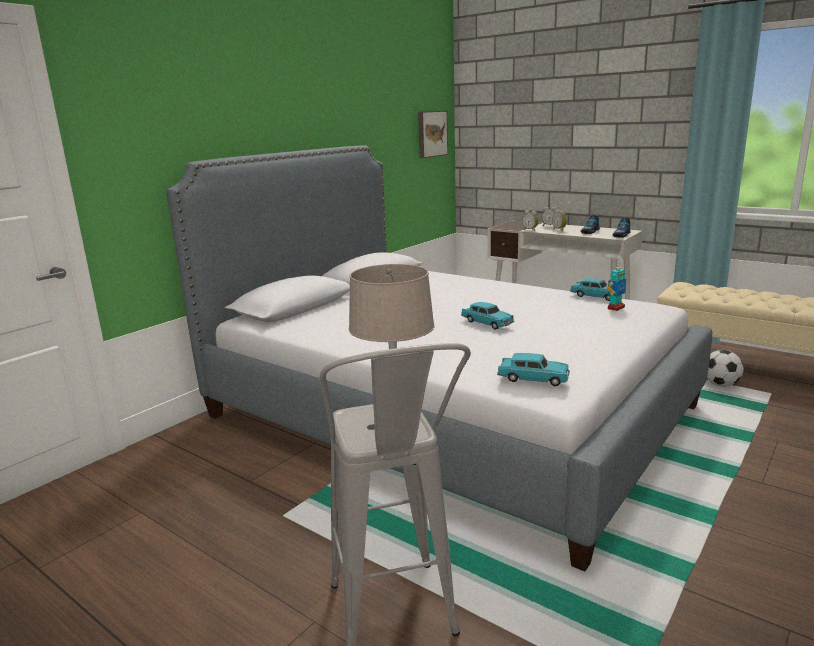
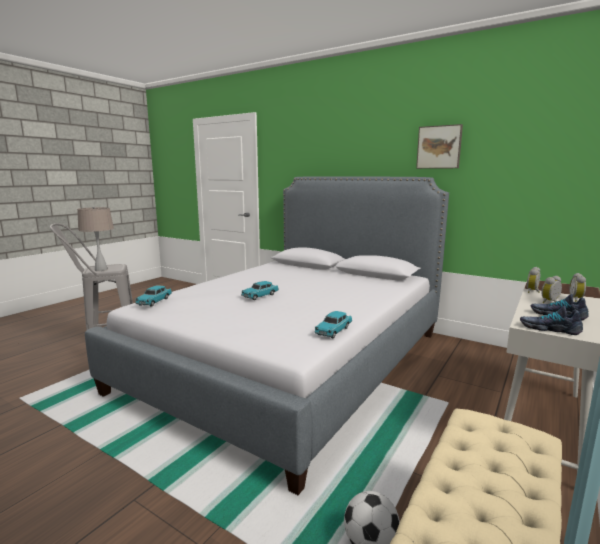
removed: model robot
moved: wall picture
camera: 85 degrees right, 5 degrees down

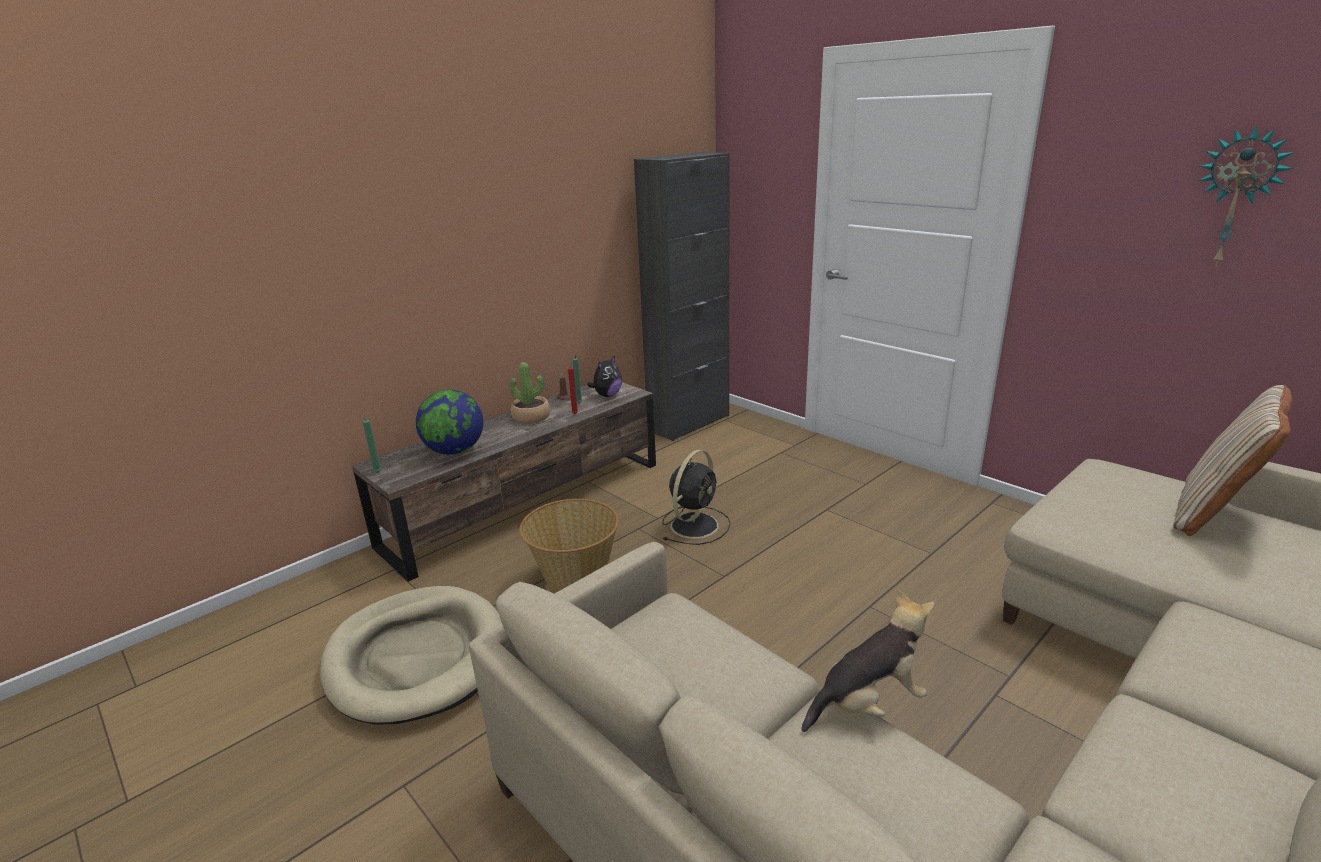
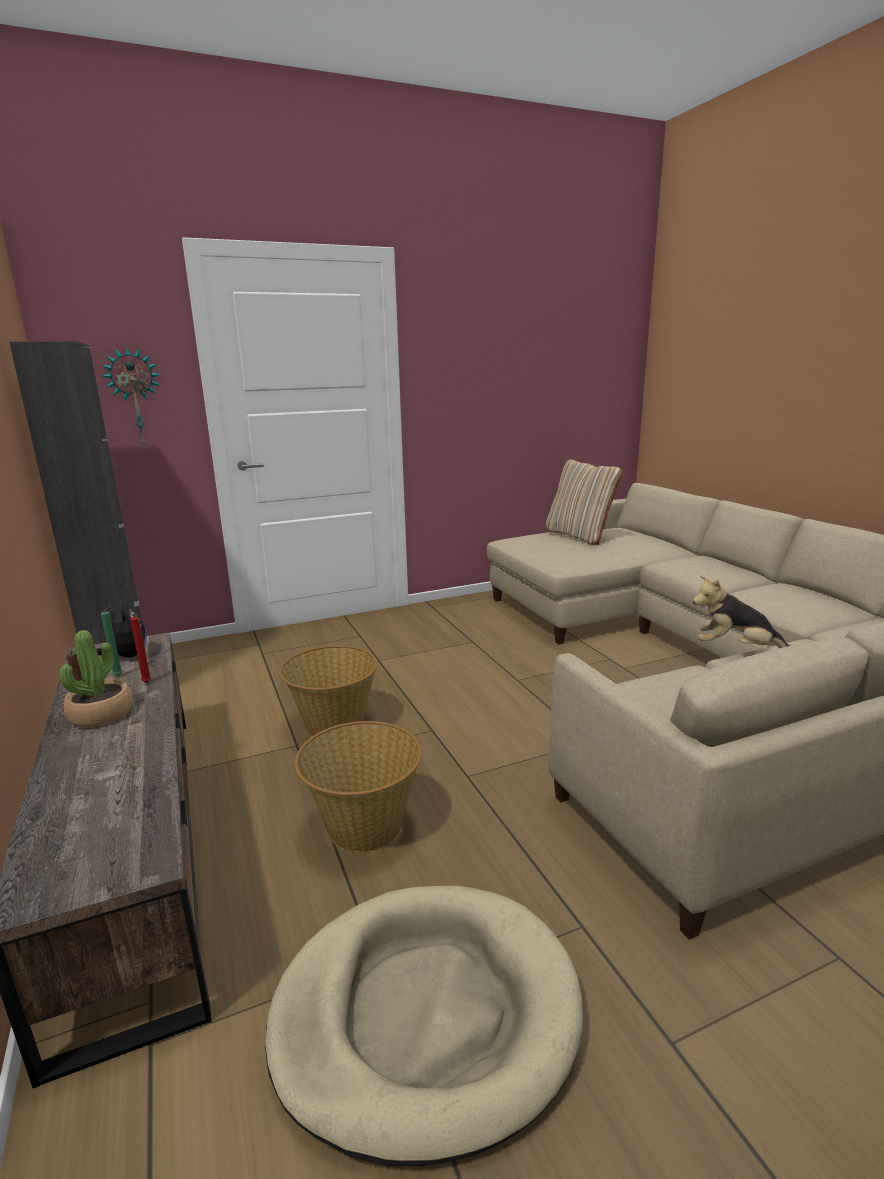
removed: world globe; green-coloured candle (1st from left)
moved: hanging clock
replaced: black fan to storage basket (1st from left)
turned: soft toy (2nd from left) 75 degrees counterclockwise
camera: 70 degrees left, 5 degrees down

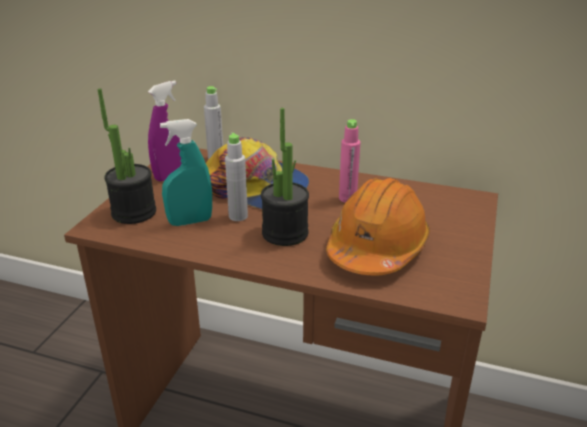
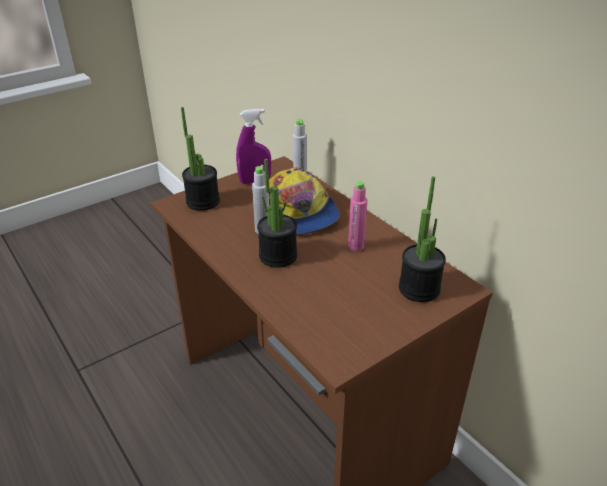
removed: blue-green spray bottle; orange-coloured hard hat
added: potted plant (3rd from left)
camera: 35 degrees right, 5 degrees up

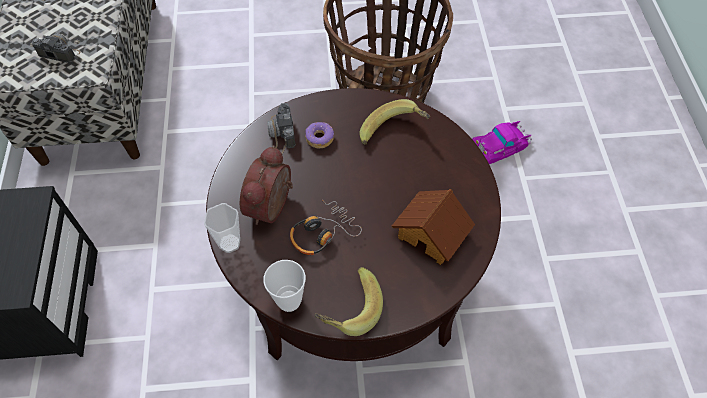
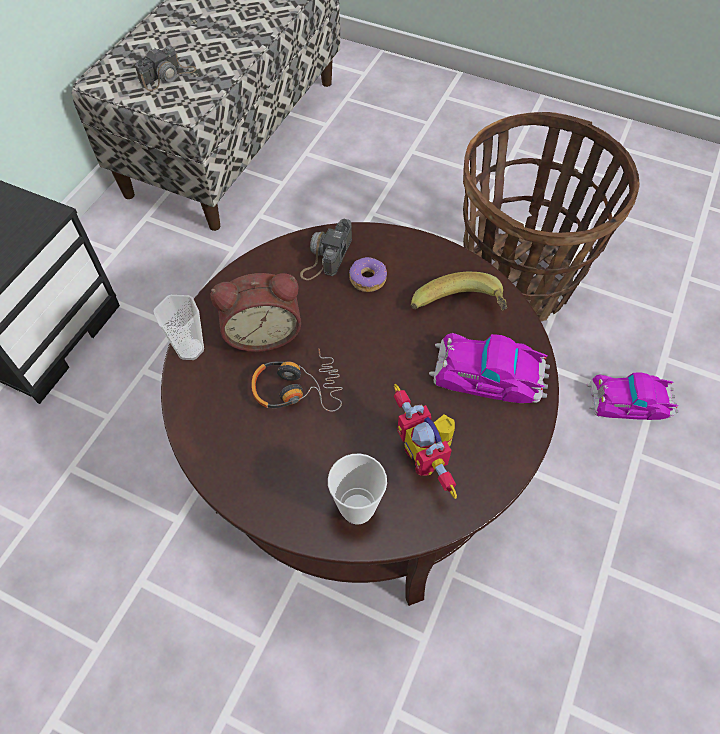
removed: banana fruit (1st from left)
added: miniature car (1st from left)
moved: cup (2nd from left)
replaced: miniature house to model robot
turned: photo camera (1st from left) 90 degrees clockwise; table clock 150 degrees counterclockwise
camera: 30 degrees right, 0 degrees up

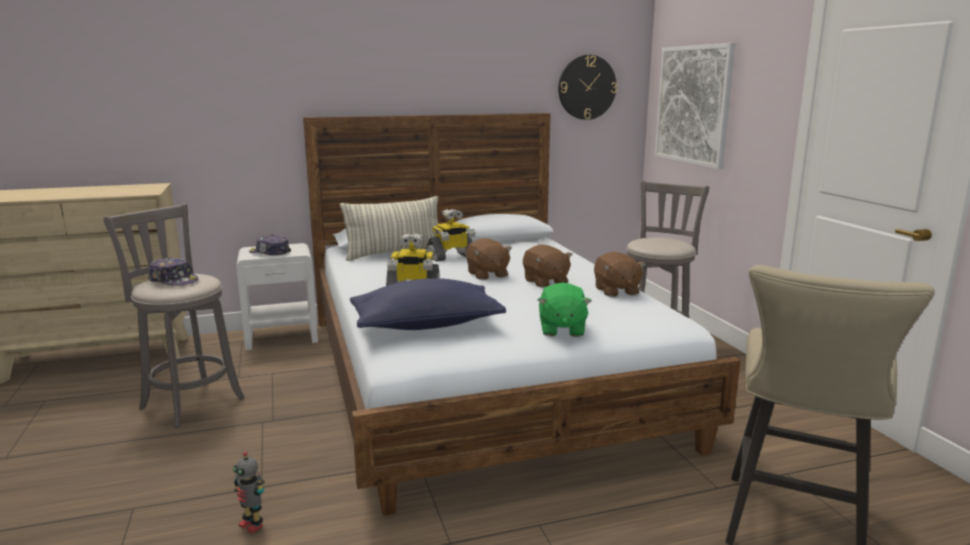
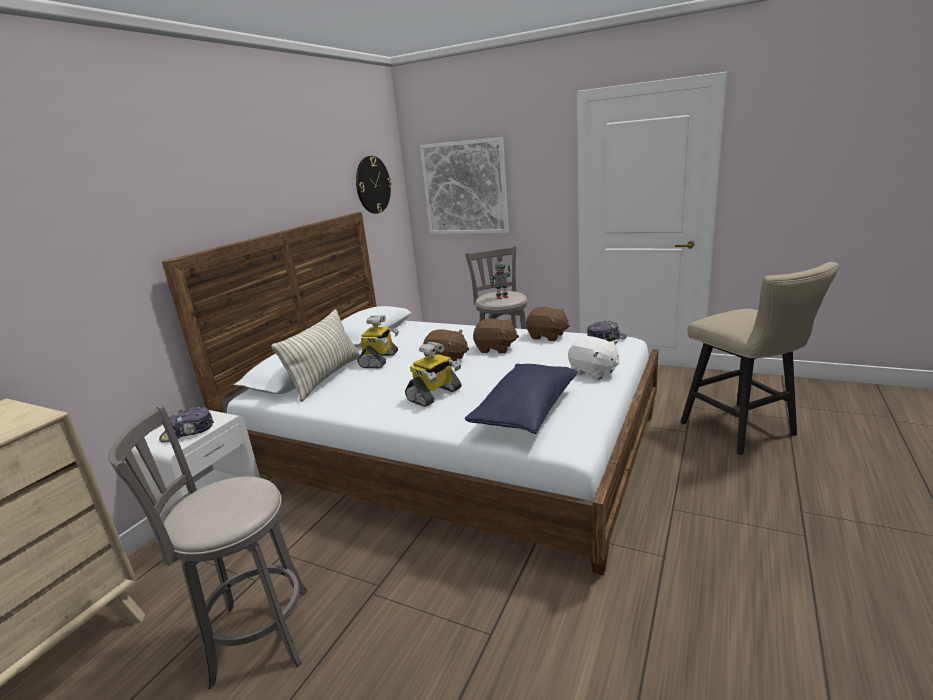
moved: peaked cap (1st from left in the first image) to peaked cap (2nd from left); model robot (1st from left in the first image) to model robot (3rd from left)
recoloured: green-coloured soft toy to white-coloured soft toy
camera: 45 degrees left, 5 degrees up

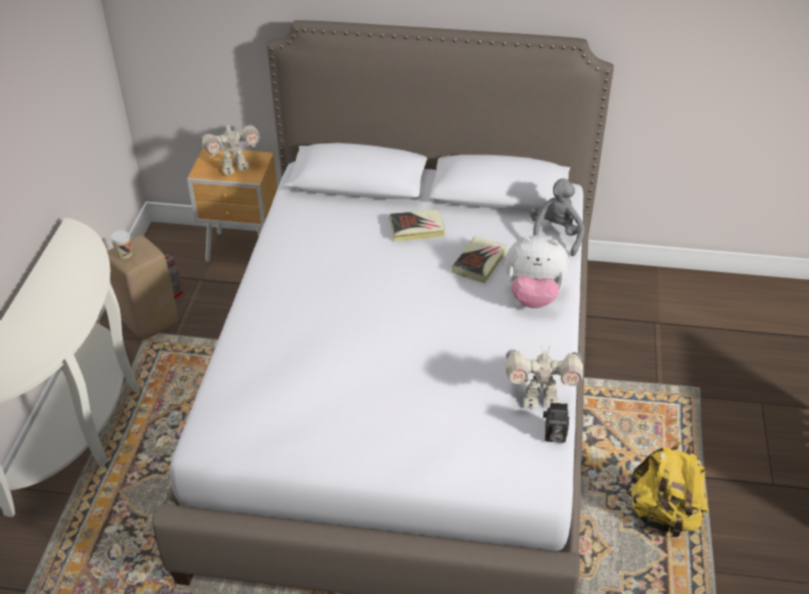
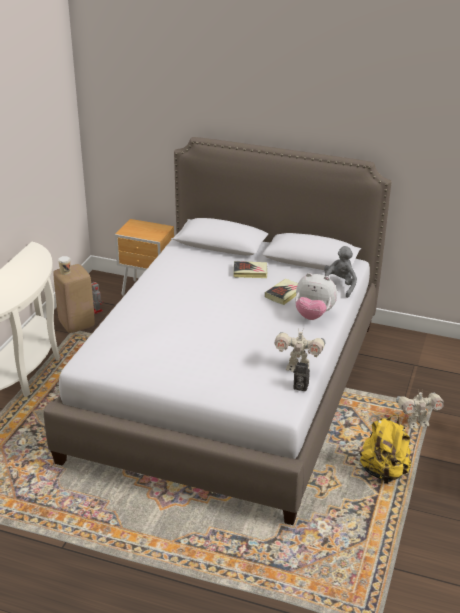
moved: model robot (2nd from left in the first image) to model robot (3rd from left)
camera: 10 degrees right, 10 degrees down

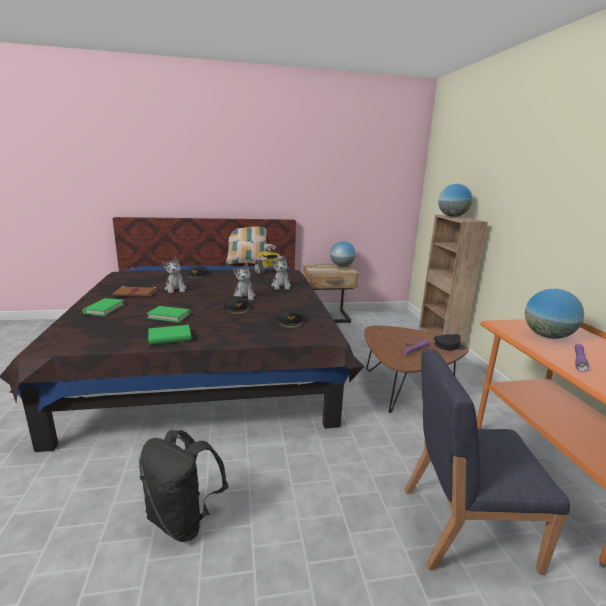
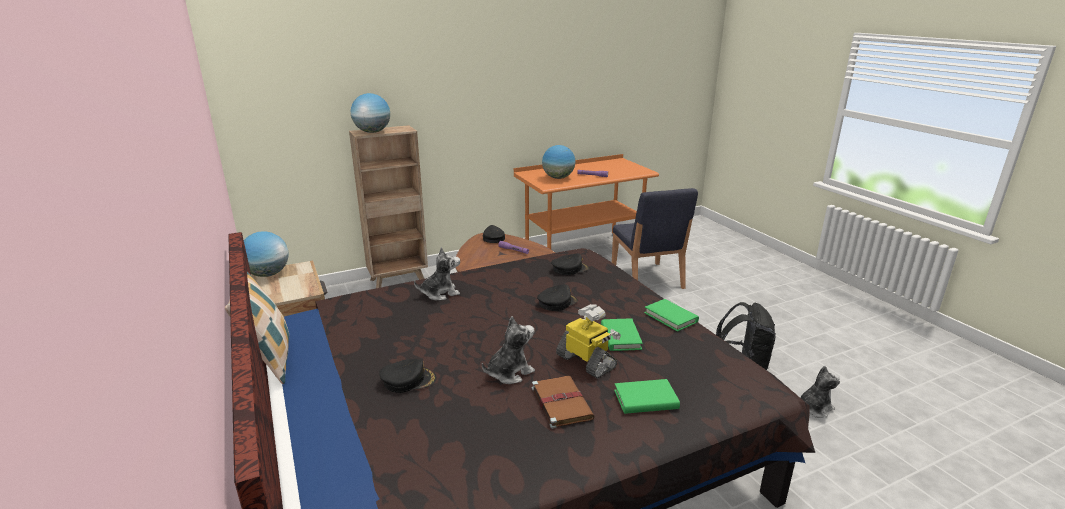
moved: model robot; soft toy (2nd from left in the first image) to soft toy (3rd from left)
camera: 105 degrees left, 5 degrees up

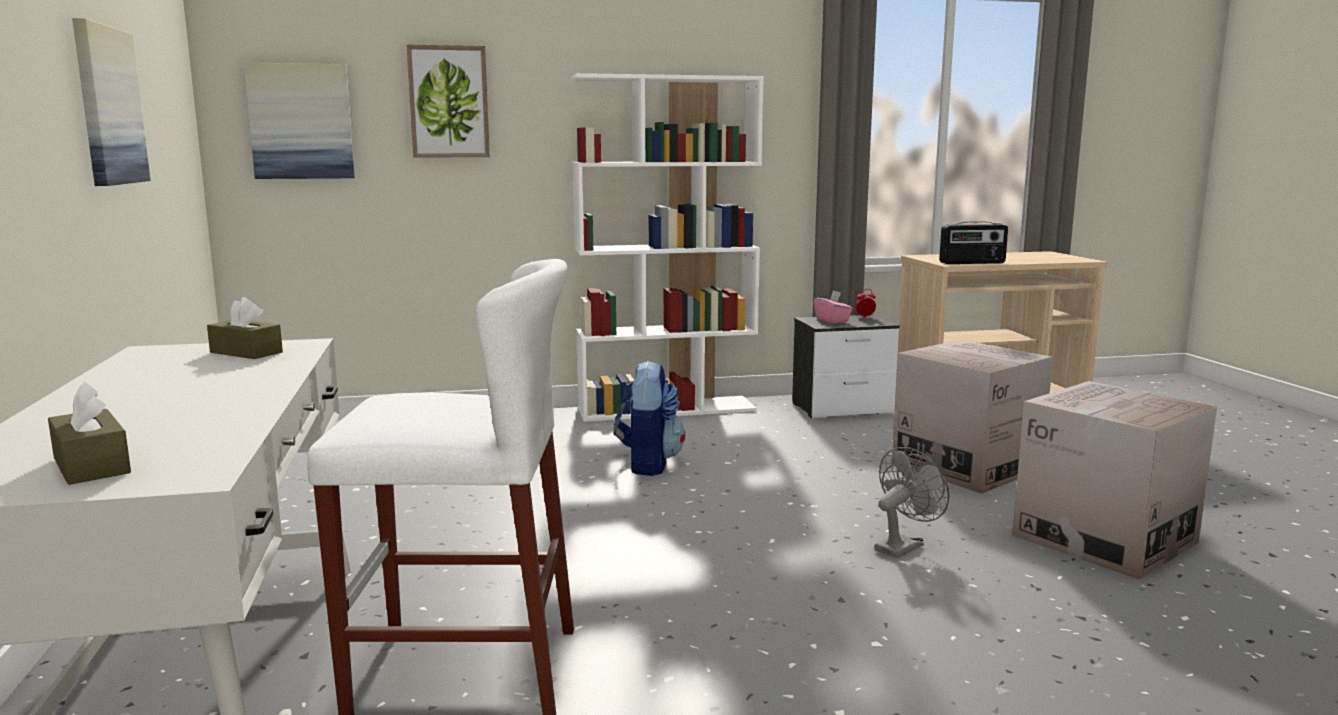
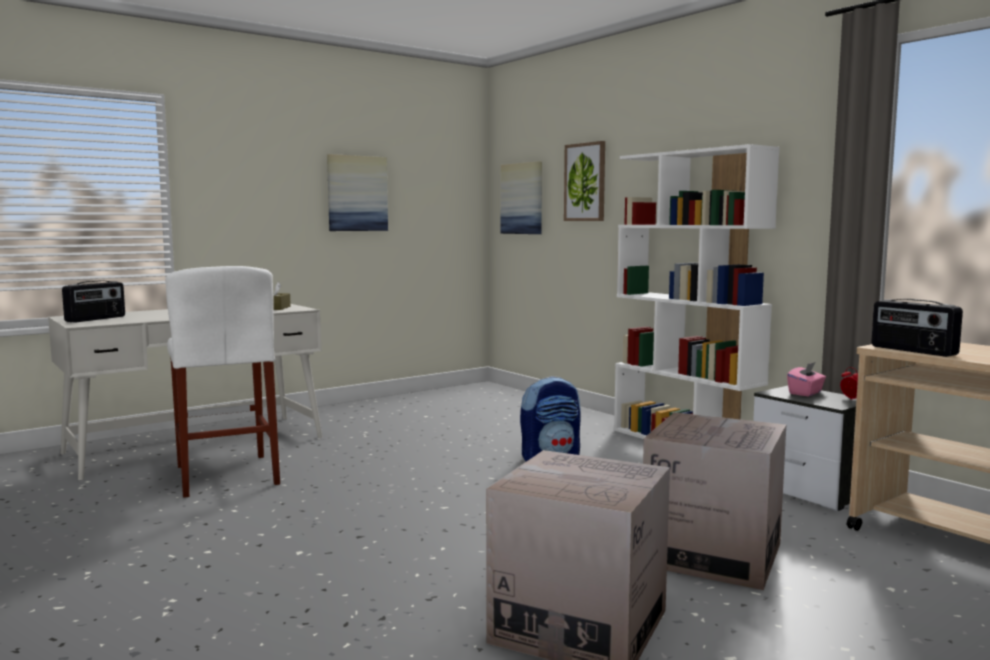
removed: greyish fan
replaced: brown tissue box (1st from left) to radio (1st from left)
camera: 65 degrees right, 5 degrees down

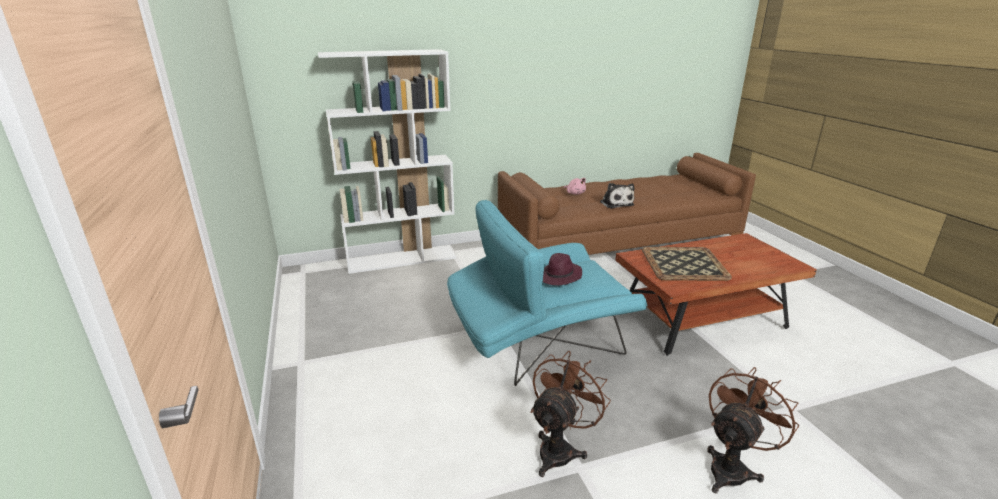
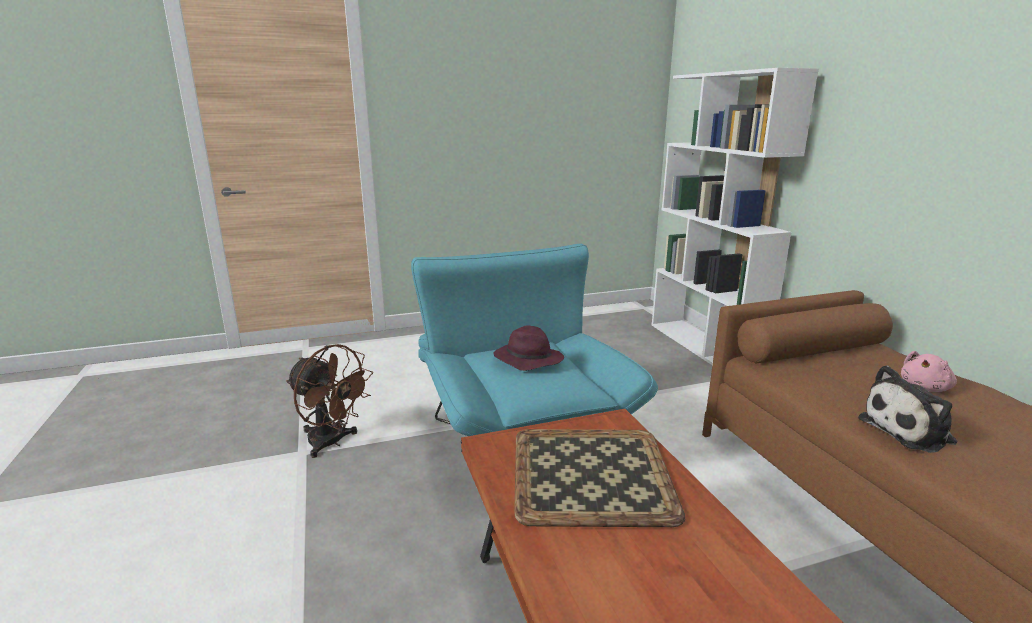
removed: brown fan (2nd from left)
camera: 90 degrees right, 5 degrees down

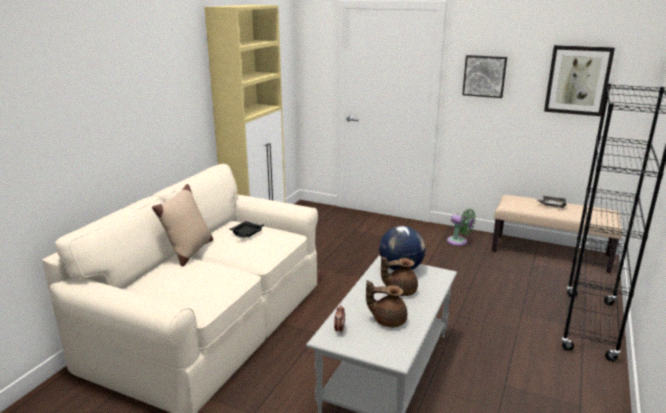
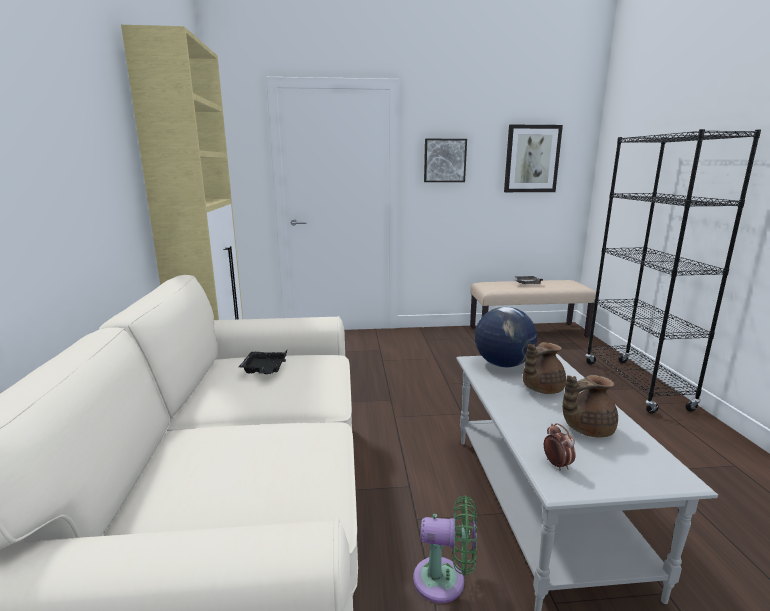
removed: sand-coloured throw pillow
moved: green-coloured fan
camera: 30 degrees left, 5 degrees down

